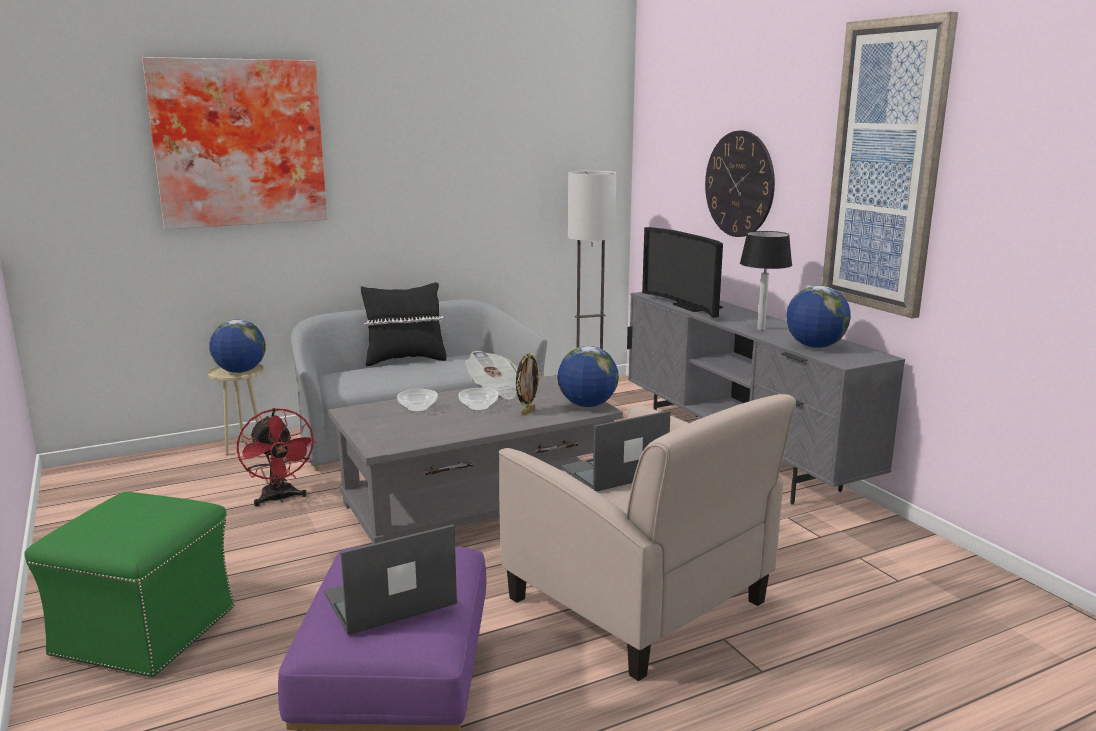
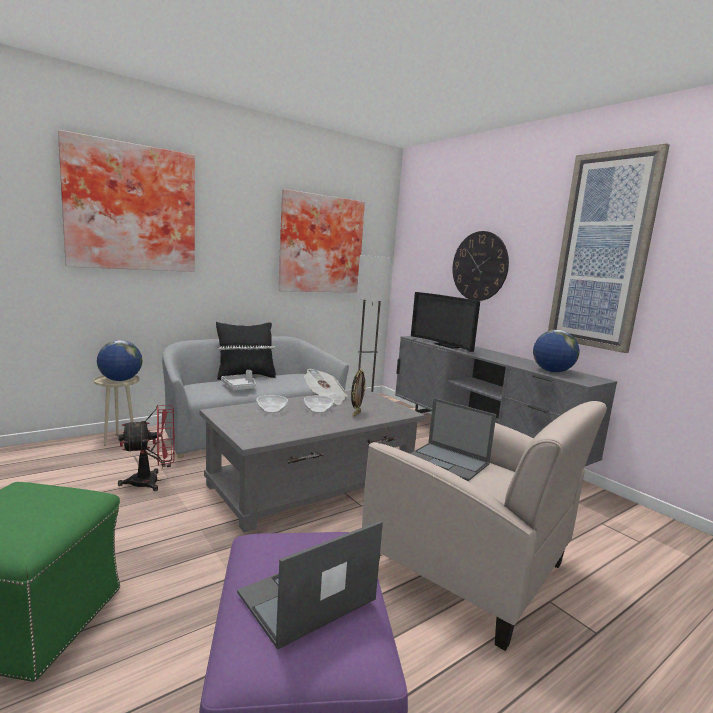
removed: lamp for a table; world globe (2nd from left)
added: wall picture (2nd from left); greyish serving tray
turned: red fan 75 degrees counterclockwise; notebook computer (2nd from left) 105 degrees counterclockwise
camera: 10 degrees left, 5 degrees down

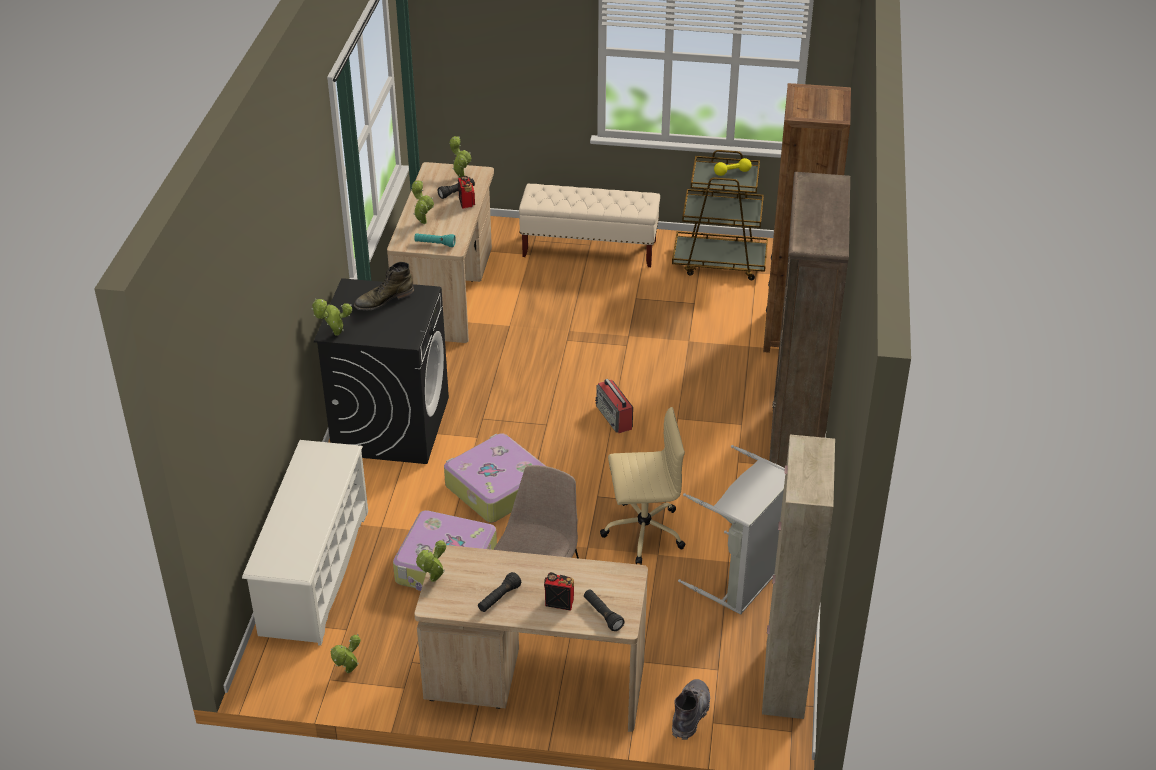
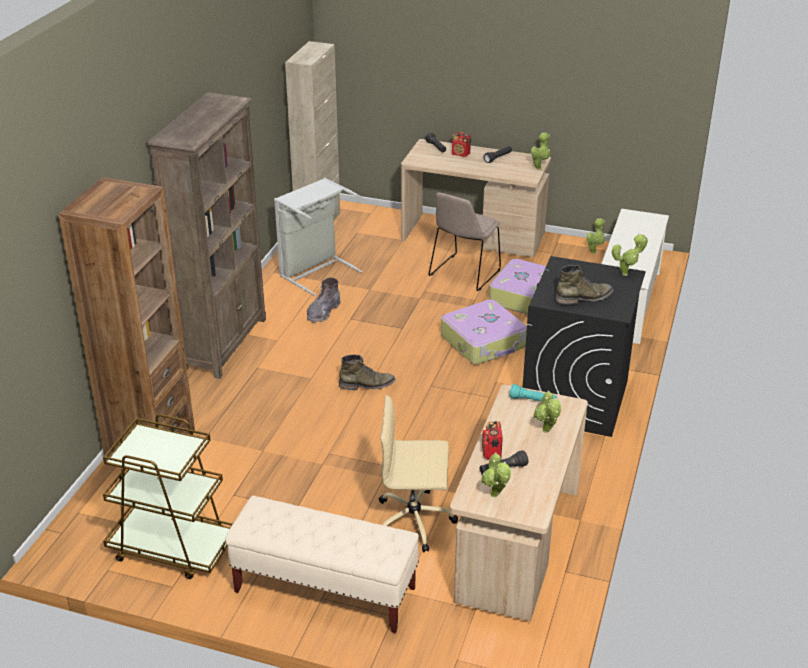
removed: yellow hand weight
moved: sand-coloured computer chair; greyish tall boot
replaced: radio (3rd from left) to green-coloured tall boot (1st from left)
camera: 170 degrees left, 5 degrees down

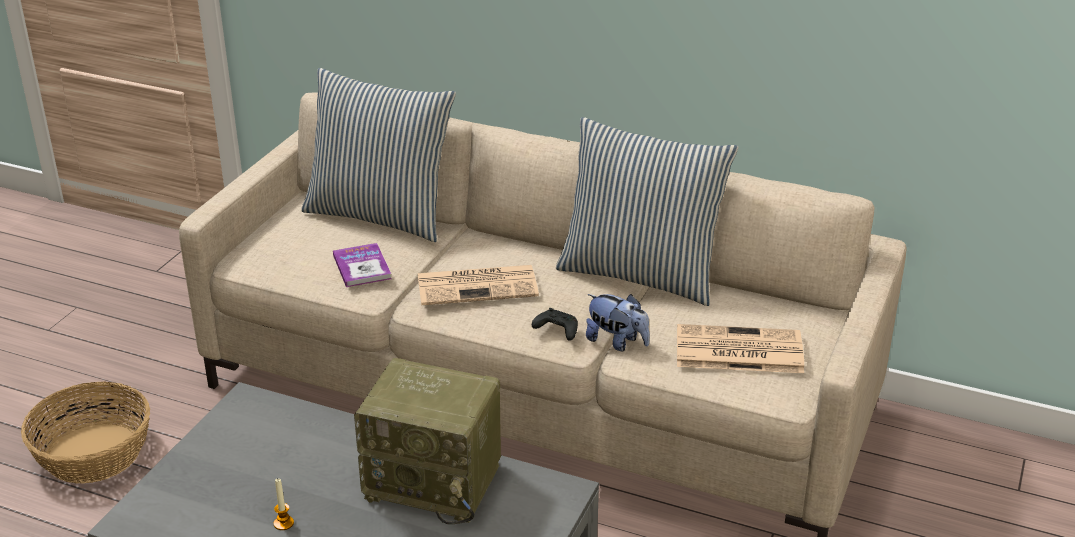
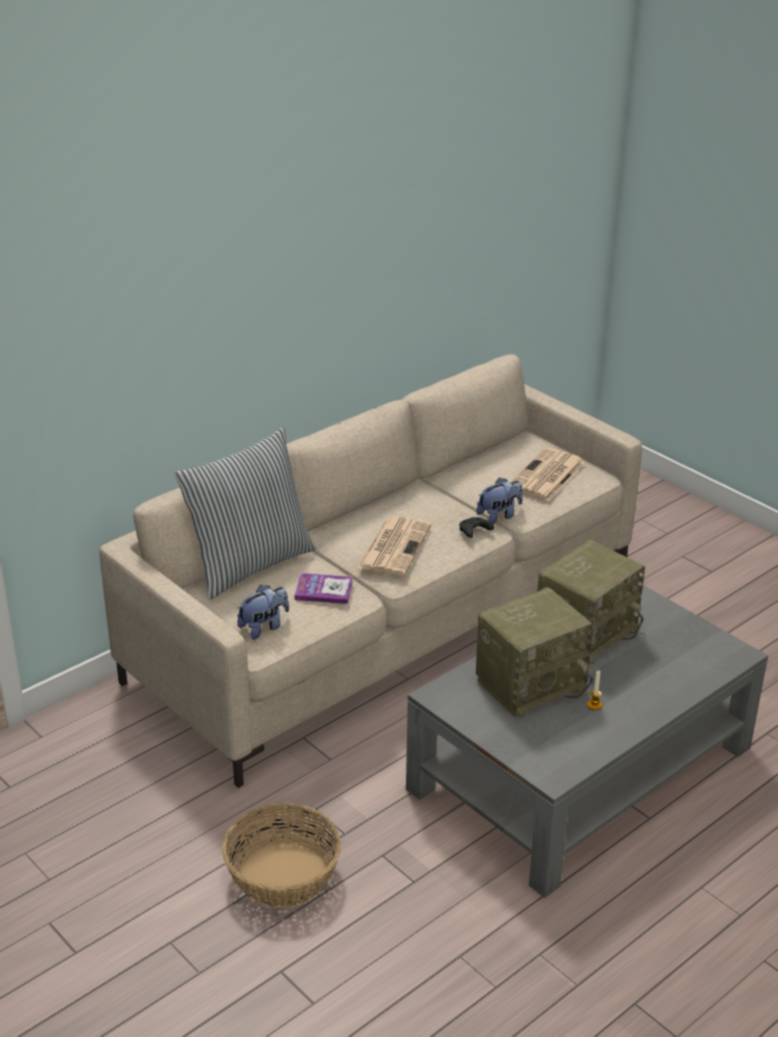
removed: throw pillow (2nd from left)
added: soft toy (1st from left); radio (1st from left)
camera: 65 degrees left, 0 degrees up

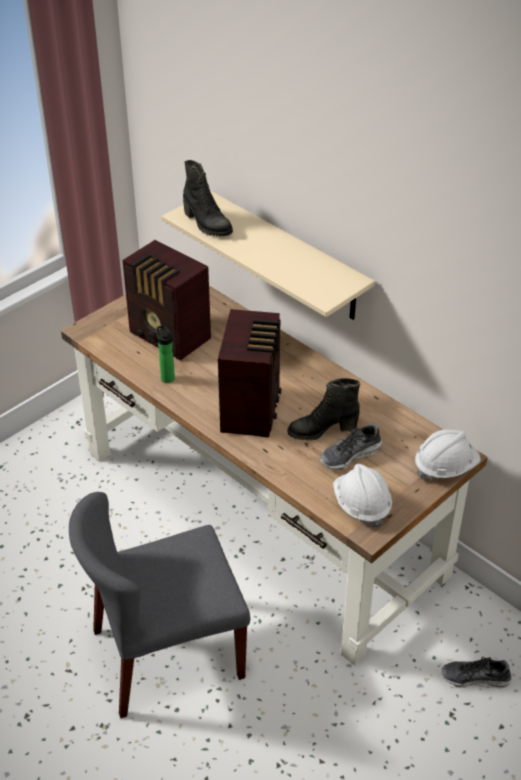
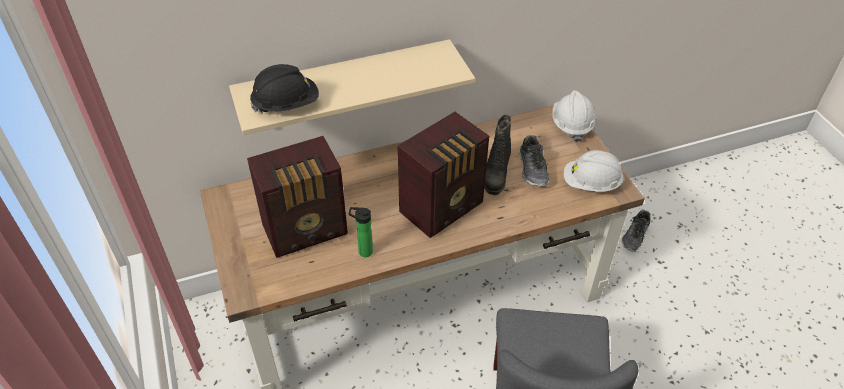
replaced: black tall boot (1st from left) to black hard hat
turned: radio (2nd from left) 105 degrees clockwise
camera: 65 degrees left, 5 degrees up

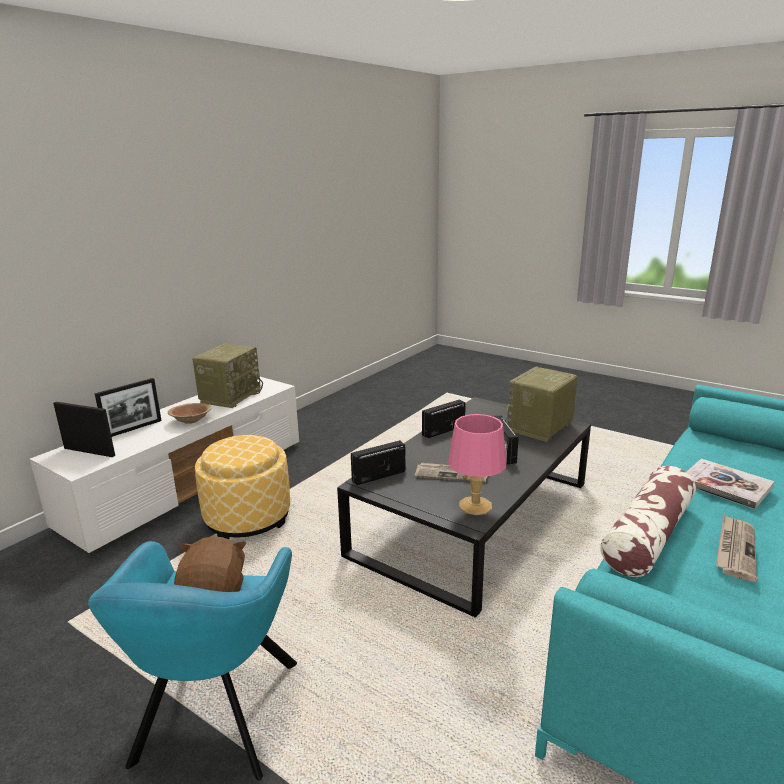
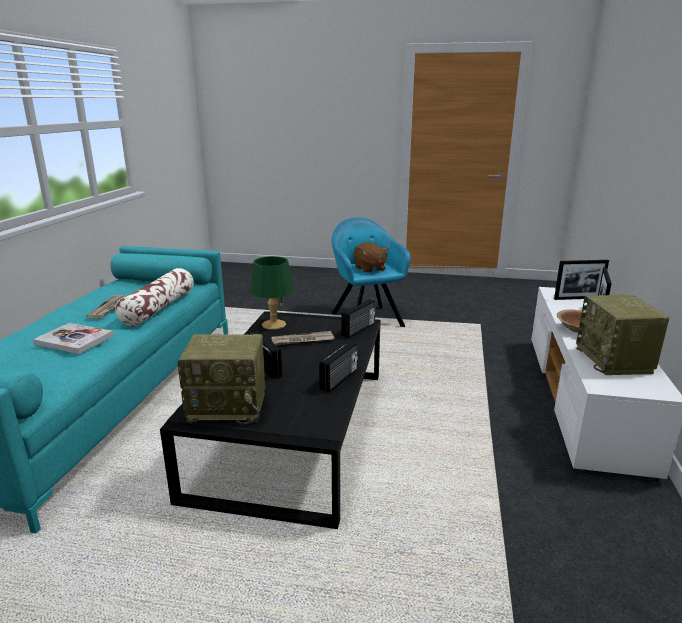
removed: footrest
recoloured: pink lamp for a table to green-coloured lamp for a table
turned: radio (5th from left in the first image) 75 degrees clockwise
camera: 155 degrees right, 0 degrees up

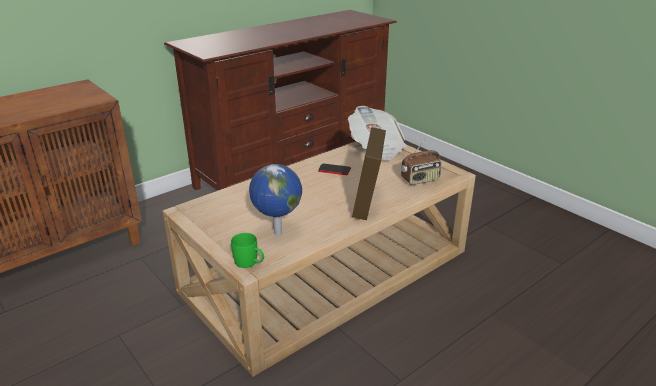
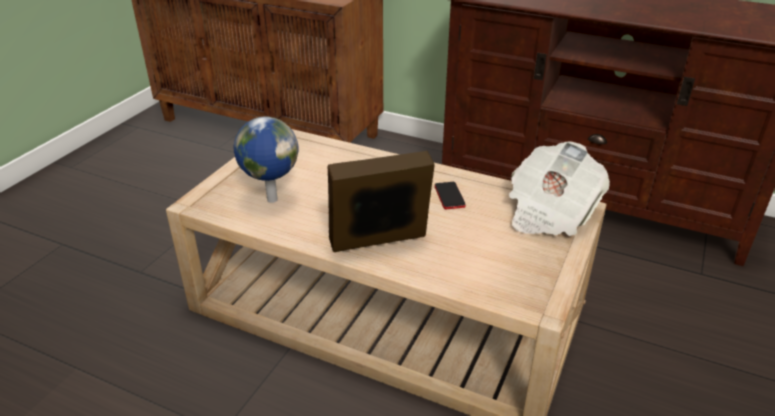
removed: radio; green-coloured coffee mug
camera: 65 degrees right, 5 degrees up

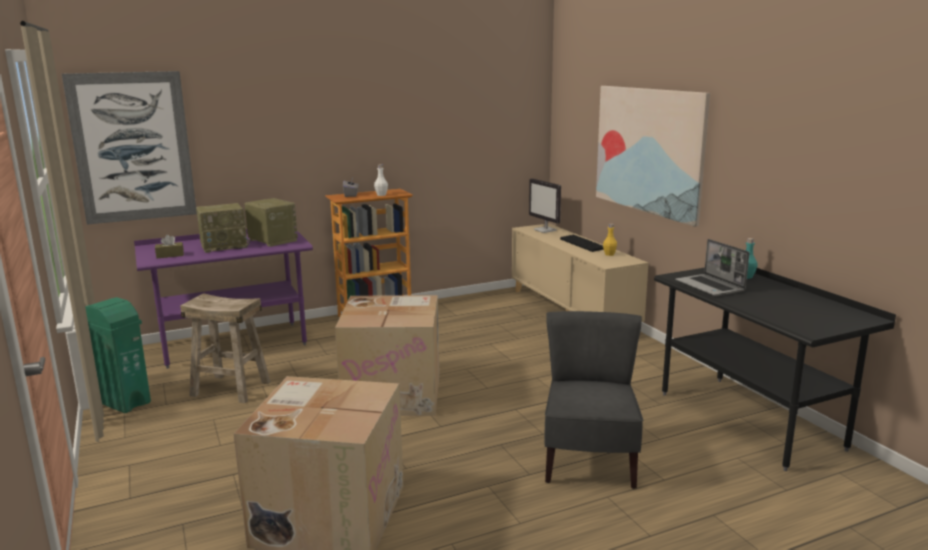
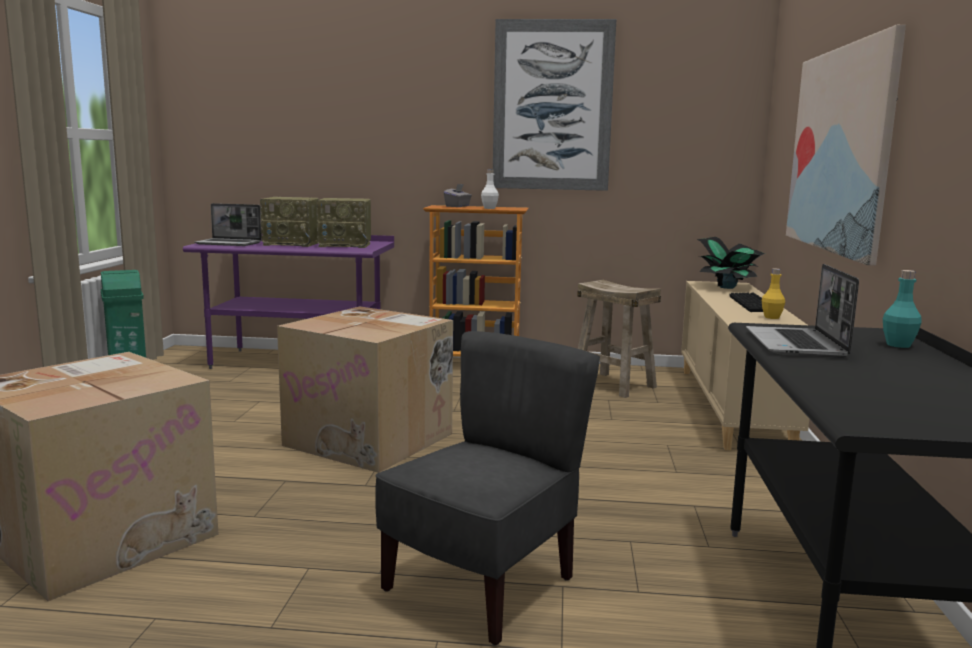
moved: wall picture (1st from left); sand-coloured stool seat
replaced: computer display to potted plant; brown tissue box to notebook computer (1st from left)
turned: radio (2nd from left) 105 degrees clockwise
camera: 30 degrees right, 5 degrees down

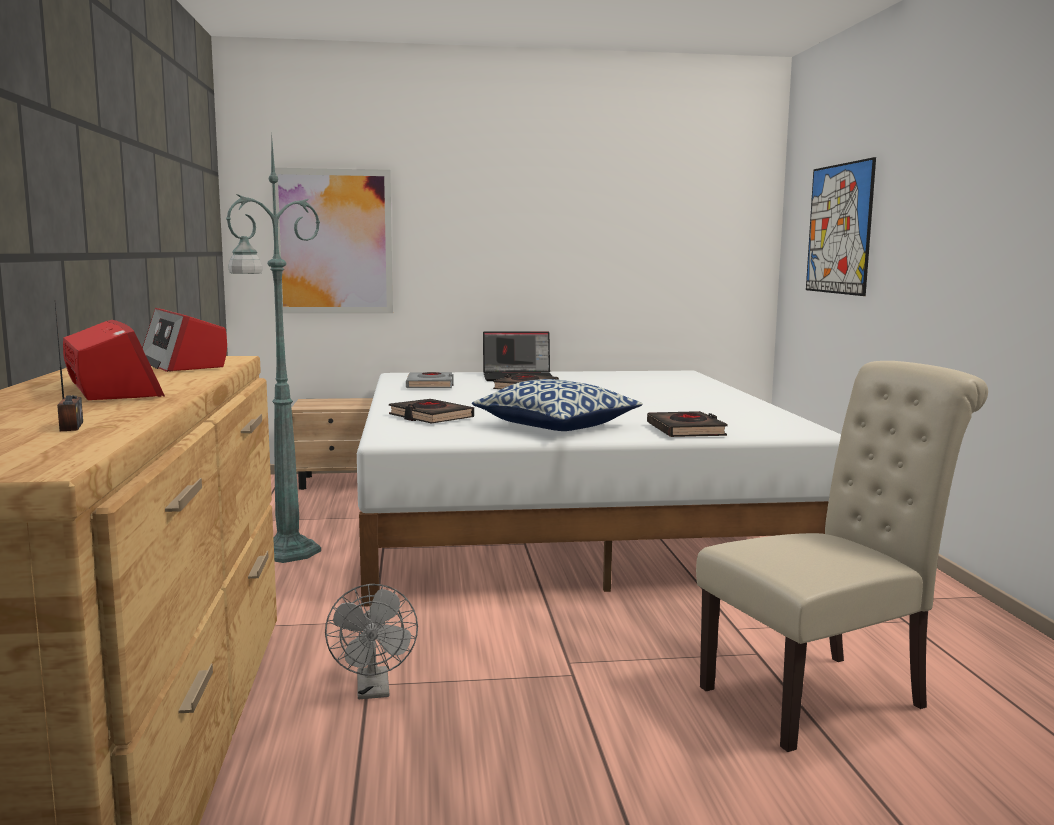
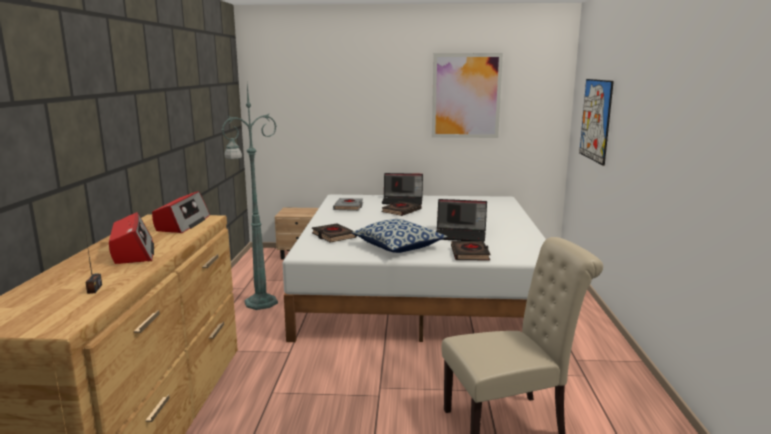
removed: greyish fan
added: notebook computer (2nd from left)
moved: wall picture (1st from left)
turned: radio (3rd from left) 150 degrees counterclockwise
camera: 10 degrees right, 5 degrees up

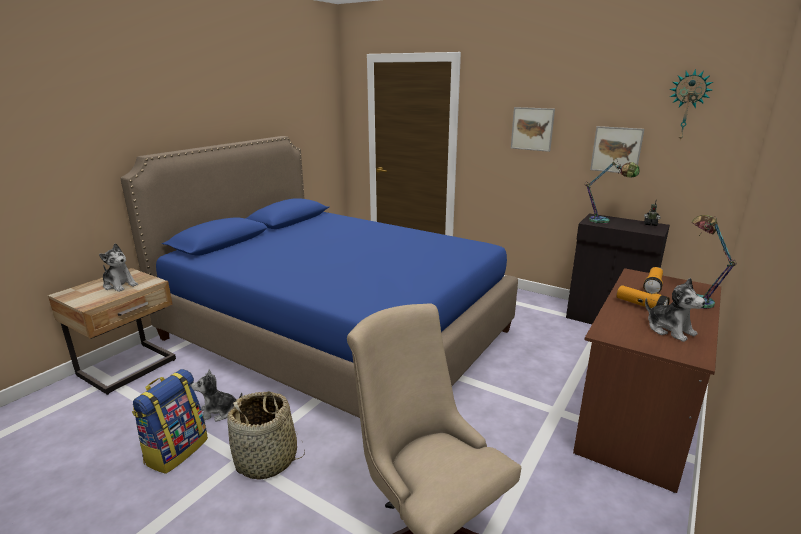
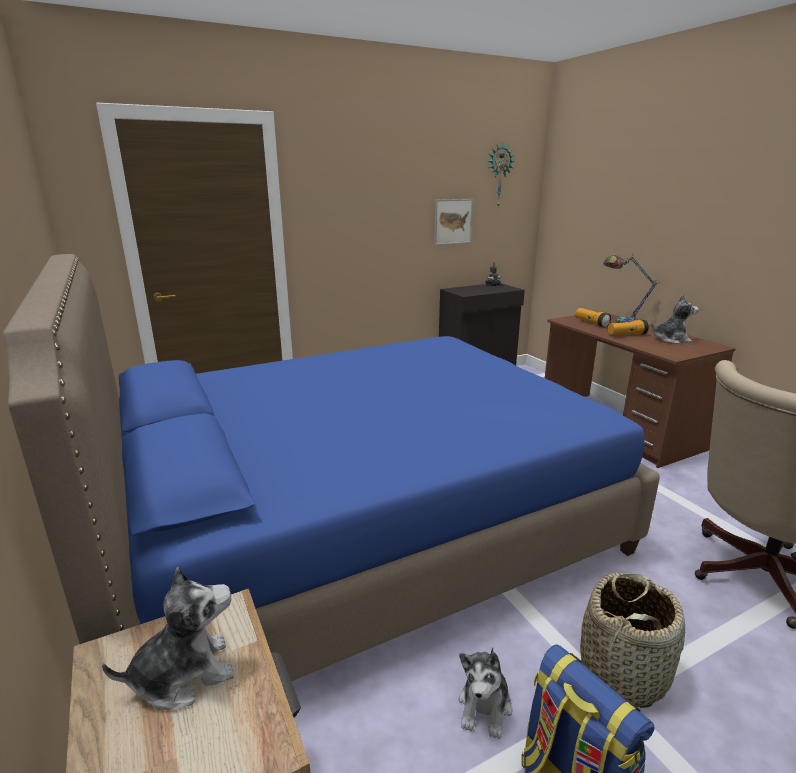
removed: wall picture (1st from left); lamp for a table (1st from left)
camera: 60 degrees left, 0 degrees up

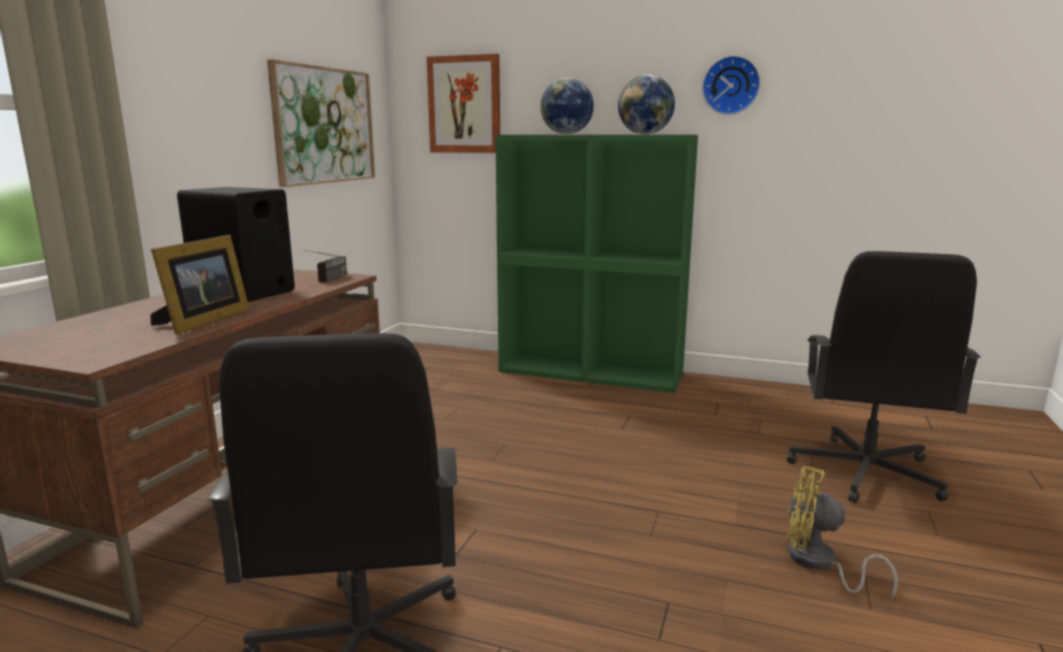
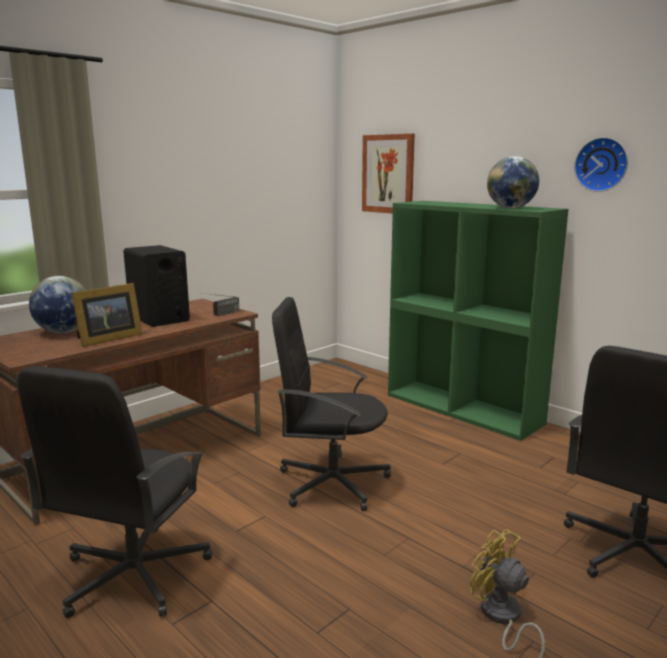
removed: wall picture (1st from left)
added: black computer chair (2nd from left)
moved: world globe (1st from left)
camera: 25 degrees right, 0 degrees up

